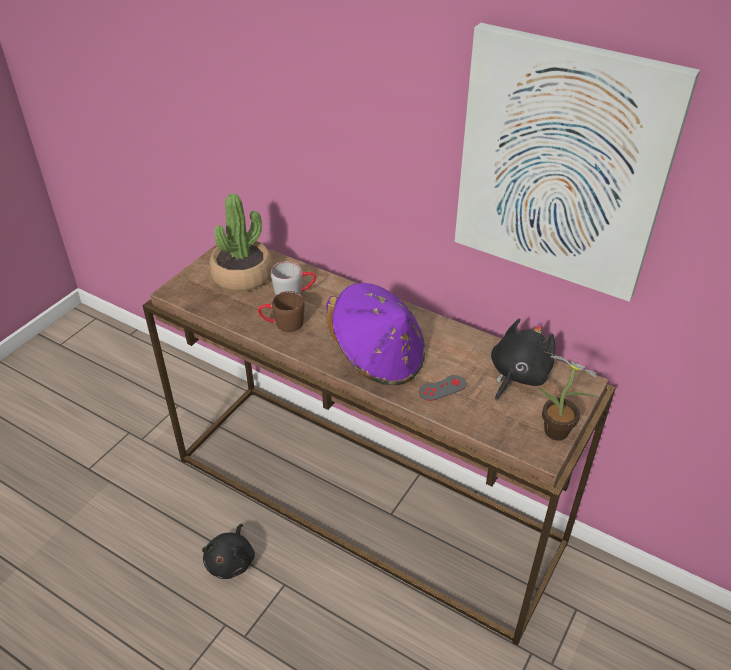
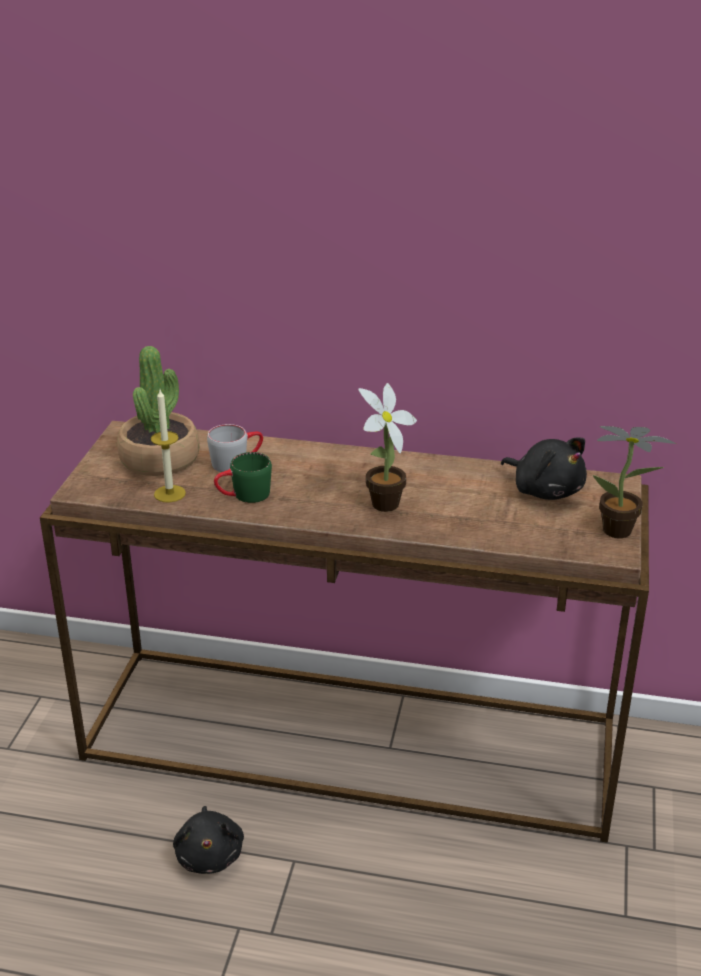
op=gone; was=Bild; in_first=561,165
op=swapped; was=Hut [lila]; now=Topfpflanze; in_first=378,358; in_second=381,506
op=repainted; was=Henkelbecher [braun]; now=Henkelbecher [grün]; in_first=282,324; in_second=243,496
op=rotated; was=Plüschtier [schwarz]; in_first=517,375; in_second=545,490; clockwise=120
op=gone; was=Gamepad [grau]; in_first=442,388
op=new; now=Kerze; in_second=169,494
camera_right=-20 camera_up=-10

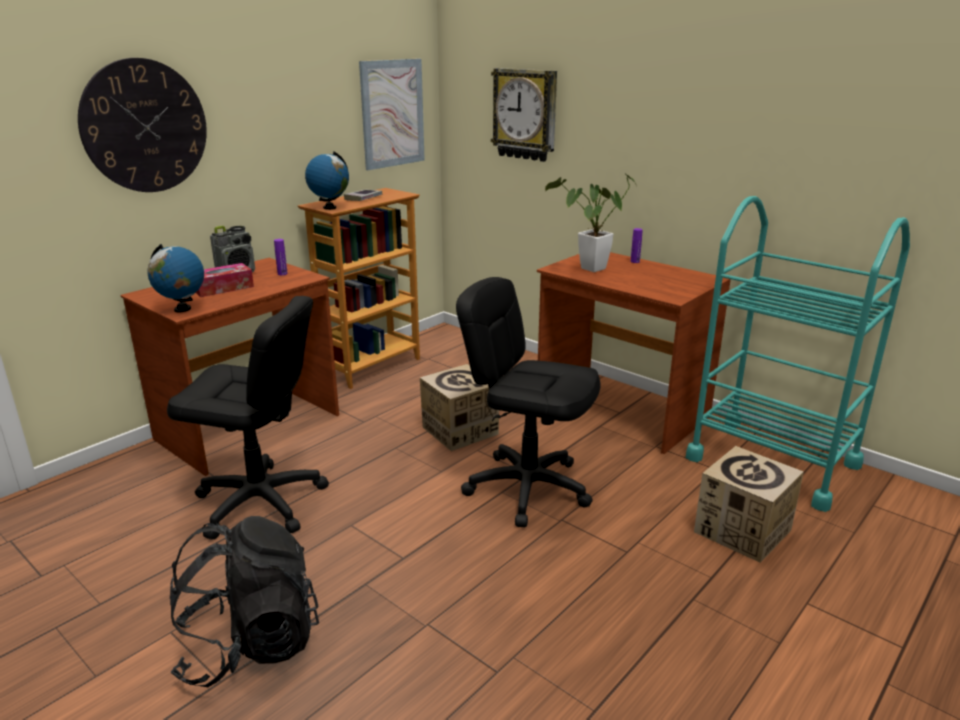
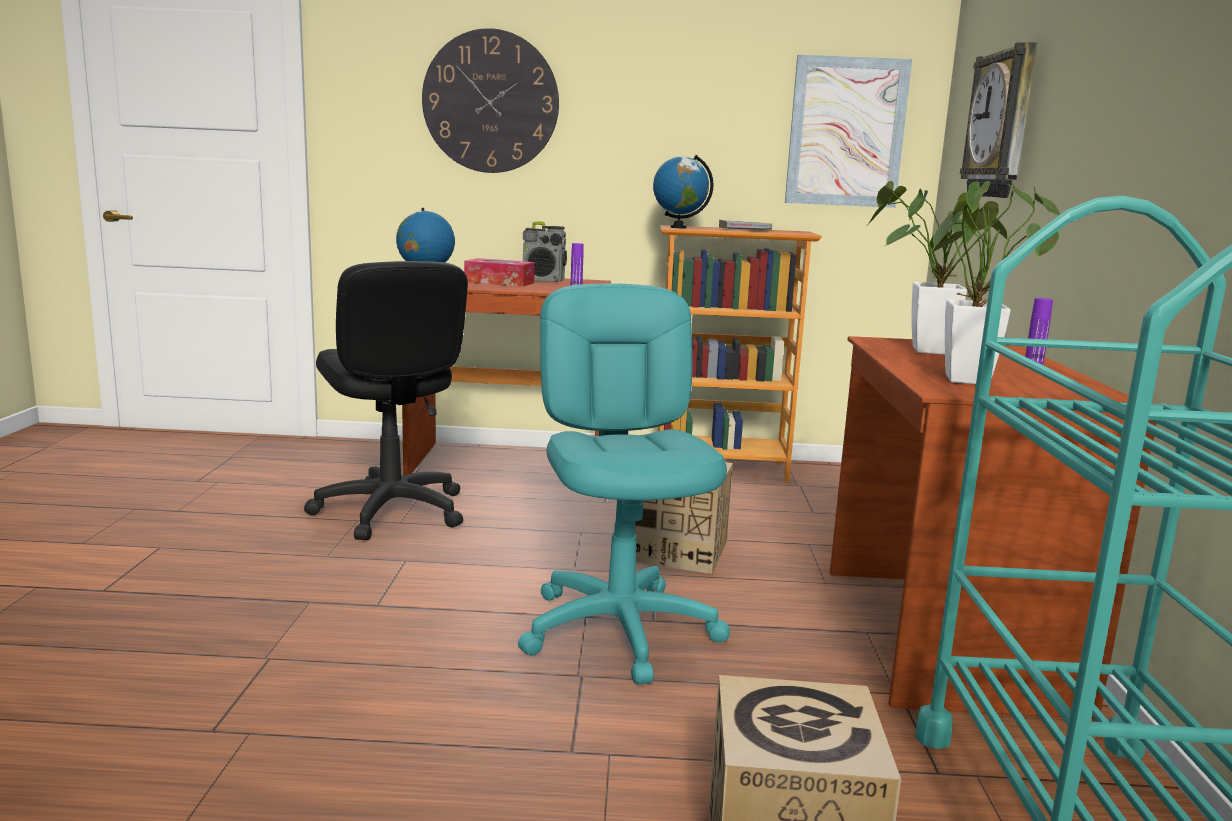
op=repainted; was=Bürostuhl [schwarz]; now=Bürostuhl [türkis]; in_first=527,488; in_second=620,630
op=gone; was=Rucksack [schwarz]; in_first=249,644
op=new; now=Topfpflanze; in_second=966,378
camera_right=50 camera_up=-10

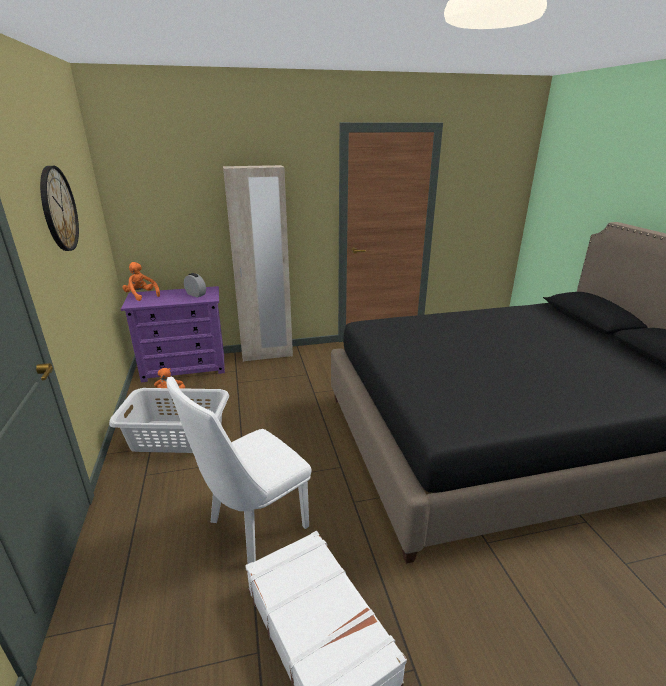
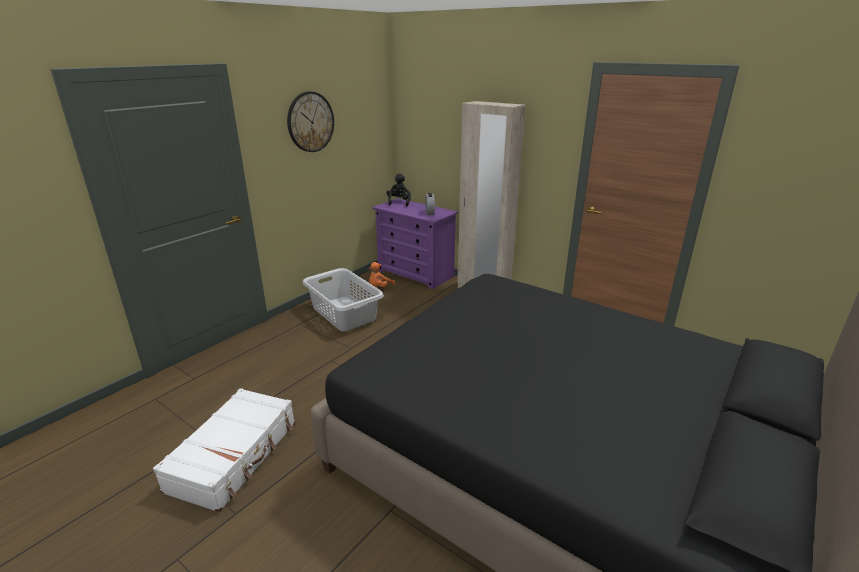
op=repainted; was=Plüschtier [orange]; now=Plüschtier [schwarz]; in_first=141,296; in_second=399,202
op=gone; was=Stuhl [weiß]; in_first=252,529
camera_right=50 camera_up=0

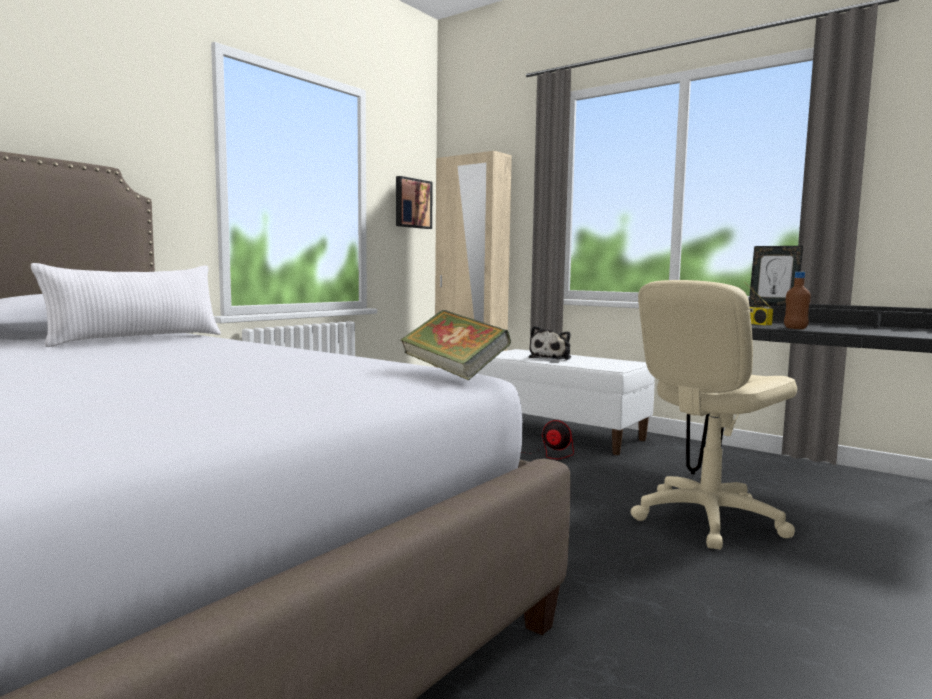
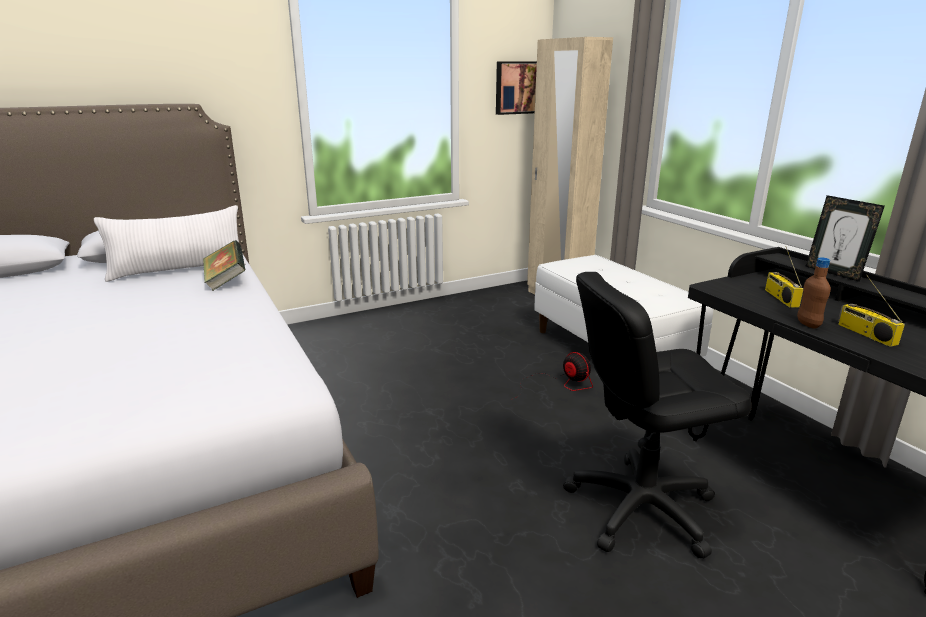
op=repainted; was=Bürostuhl [beige]; now=Bürostuhl [schwarz]; in_first=707,519; in_second=640,507
op=shifted; was=Buch; in_first=454,372; in_second=226,281
op=gone; was=Plüschtier; in_first=551,358
op=new; now=Radio; in_second=865,334
camera_right=25 camera_up=15

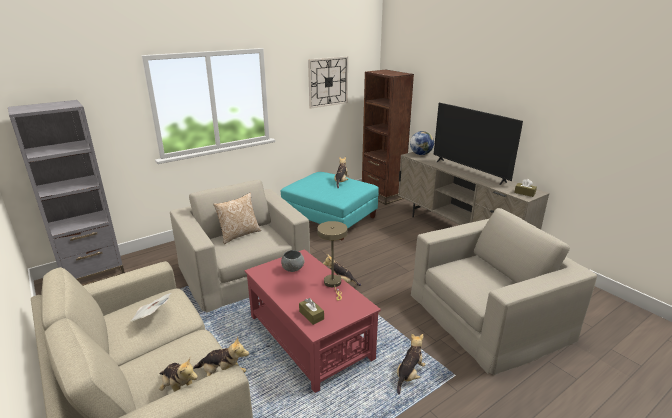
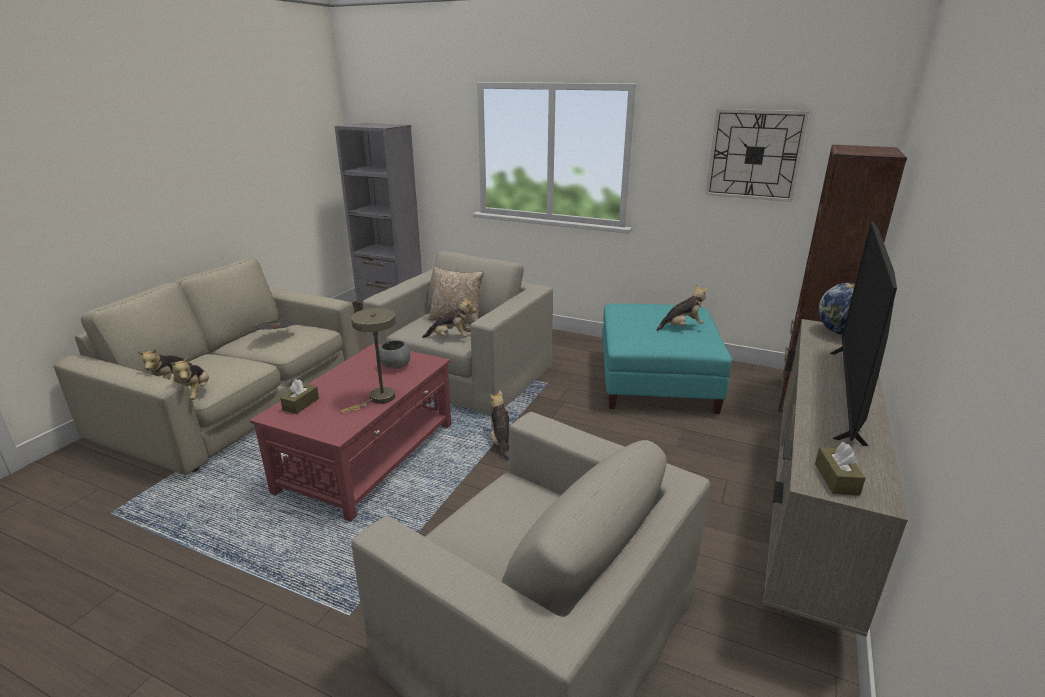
op=shifted; was=Plüschtier; in_first=409,375; in_second=451,338
camera_right=60 camera_up=0

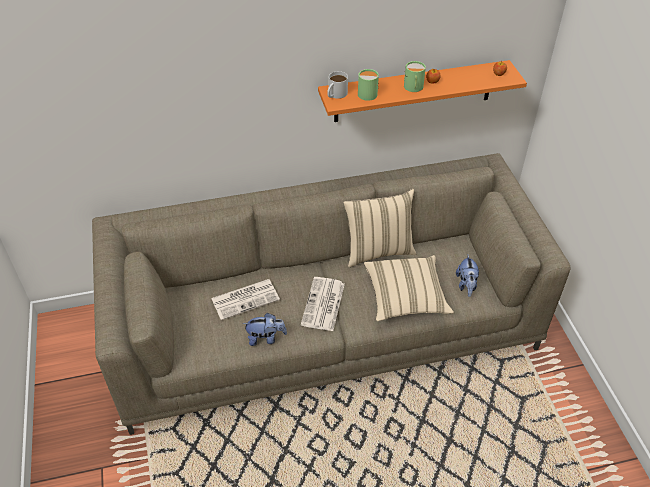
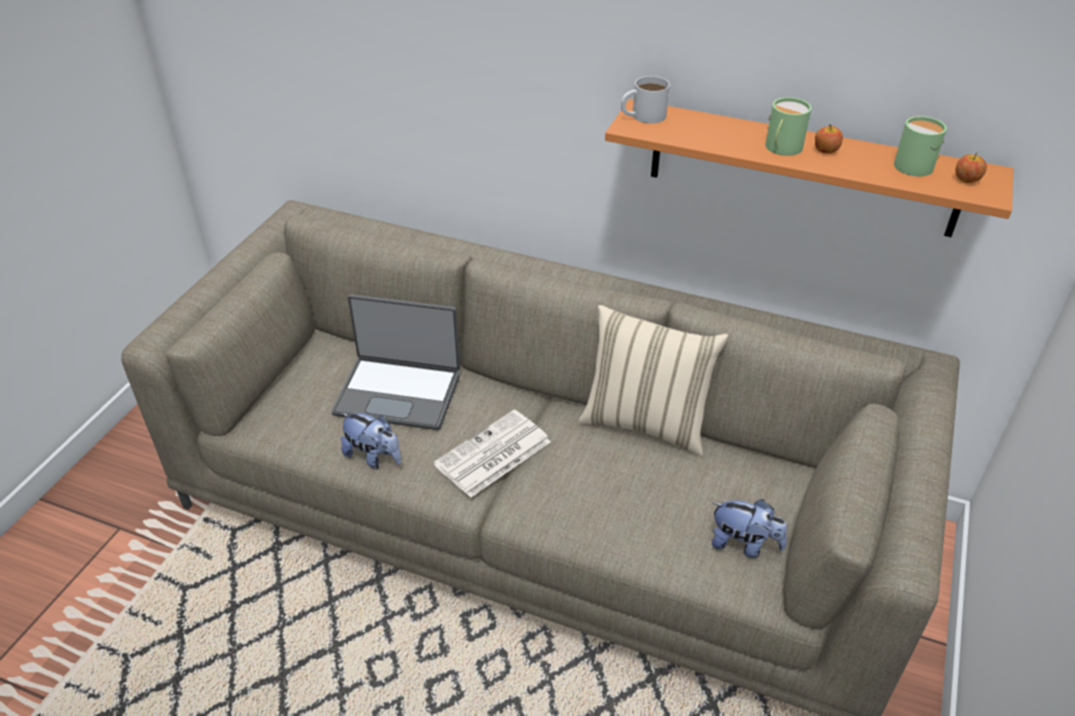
op=shifted; was=Henkelbecher [grün]; in_first=368,93; in_second=916,165
op=gone; was=Kissen [beige]; in_first=405,297
op=rotated; was=Plüschtier; in_first=466,285; in_second=744,544; clockwise=-105
op=swapped; was=Zeitung; now=Laptop; in_first=246,299; in_second=399,393
camera_right=35 camera_up=-5

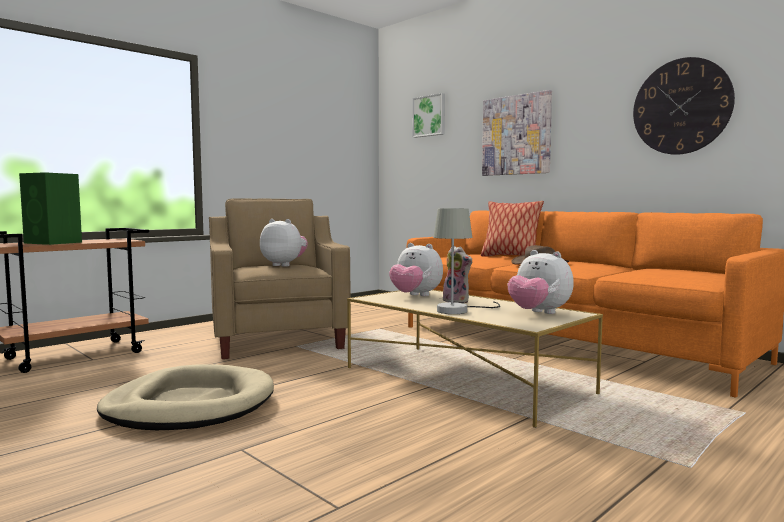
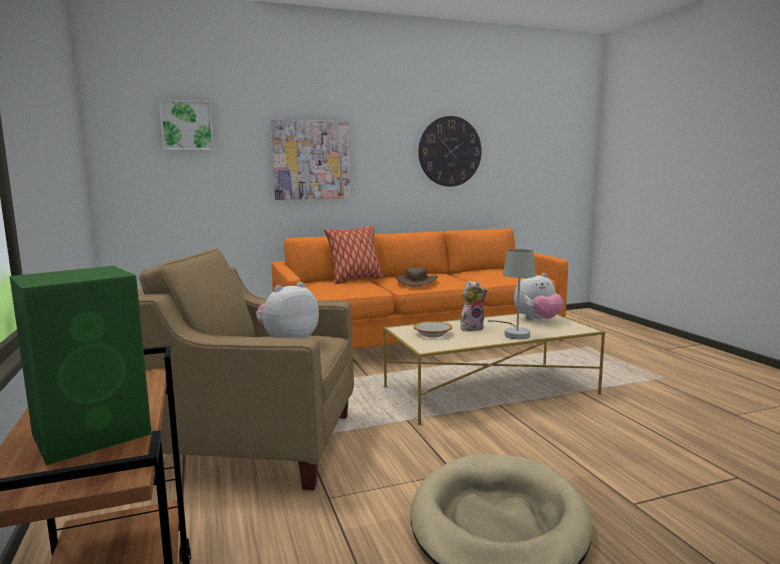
op=swapped; was=Plüschtier; now=Schüssel; in_first=415,296; in_second=432,334
camera_right=-65 camera_up=5

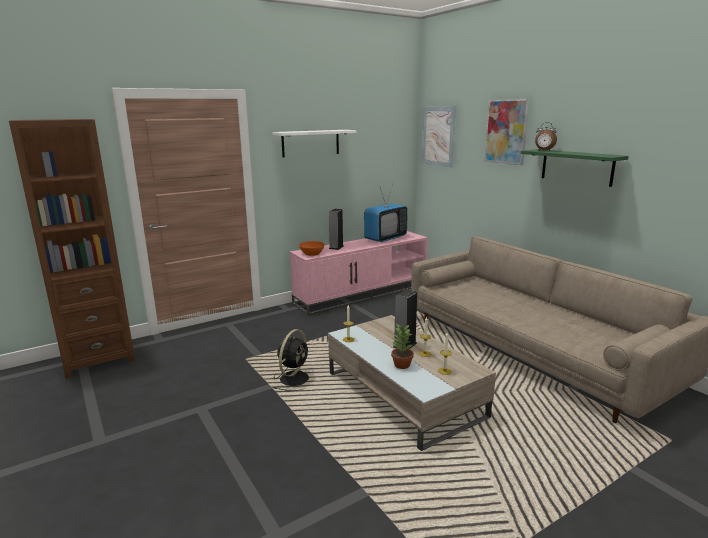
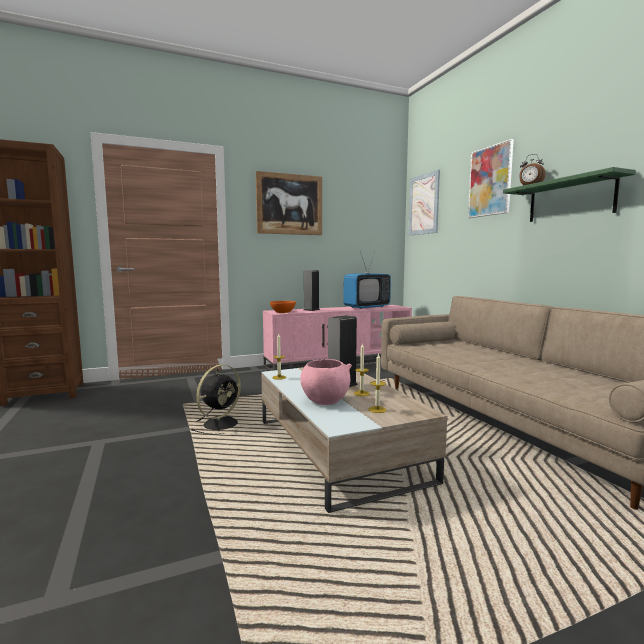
op=swapped; was=Wandregal [weiß]; now=Bild; in_first=310,143; in_second=289,204
op=swapped; was=Topfpflanze; now=Schüssel [rosa]; in_first=401,365; in_second=325,400
camera_right=10 camera_up=-10

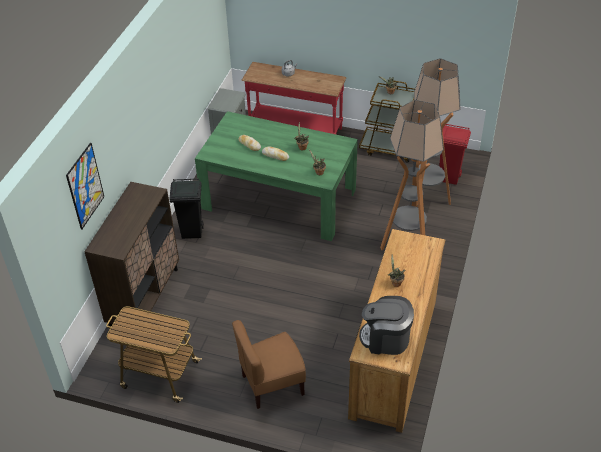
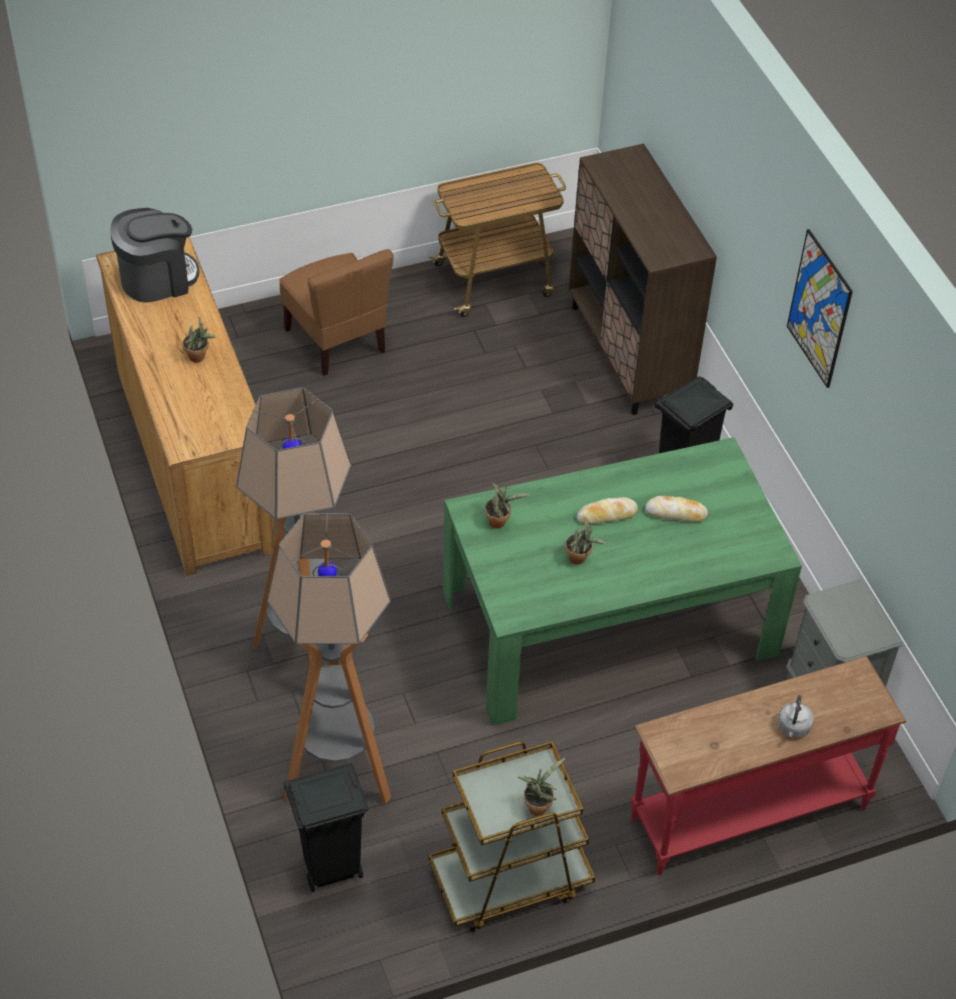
op=repainted; was=Mülleimer [rot]; now=Mülleimer [schwarz]; in_first=449,178; in_second=330,868
op=shifted; was=Bild; in_first=85,186; in_second=819,309
op=rotated; was=Stuhl [braun]; in_first=272,384; in_second=337,340; clockwise=120
camera_right=140 camera_up=5

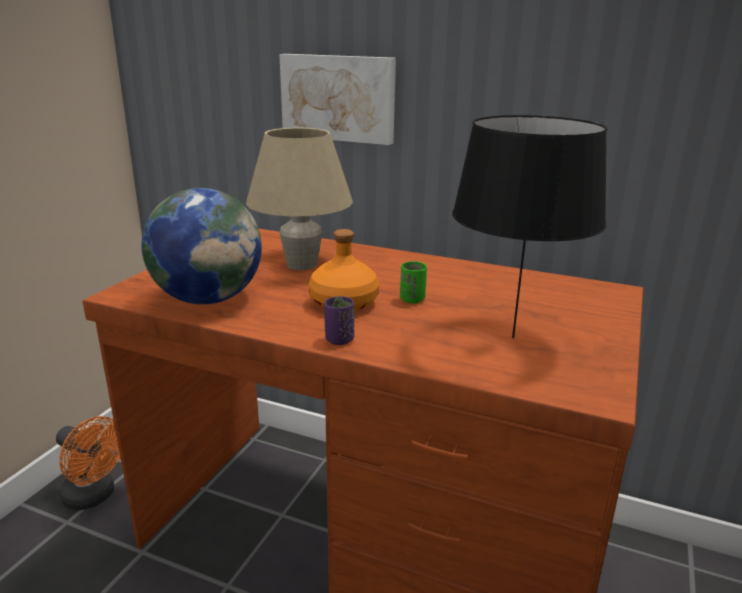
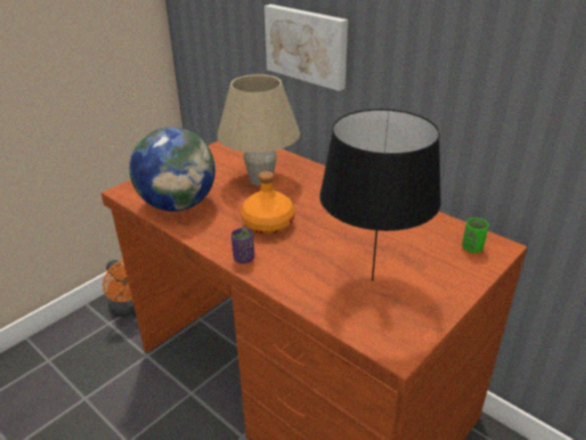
op=shifted; was=Tasse [grün]; in_first=412,299; in_second=472,248
camera_right=20 camera_up=10

